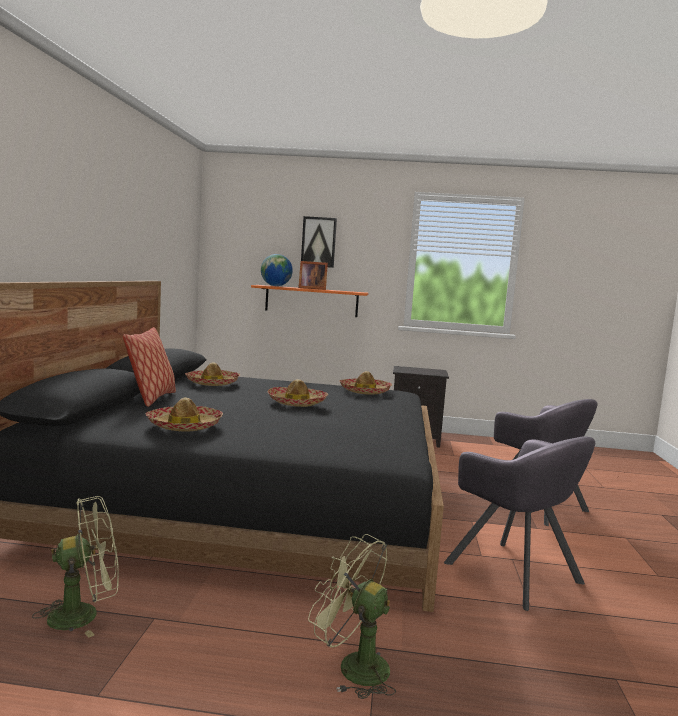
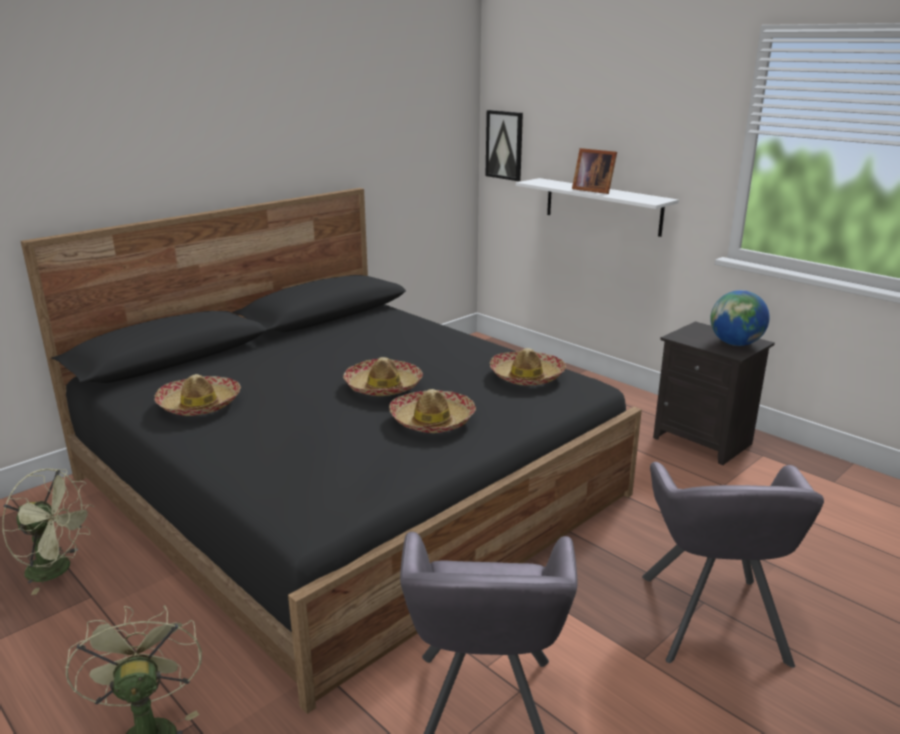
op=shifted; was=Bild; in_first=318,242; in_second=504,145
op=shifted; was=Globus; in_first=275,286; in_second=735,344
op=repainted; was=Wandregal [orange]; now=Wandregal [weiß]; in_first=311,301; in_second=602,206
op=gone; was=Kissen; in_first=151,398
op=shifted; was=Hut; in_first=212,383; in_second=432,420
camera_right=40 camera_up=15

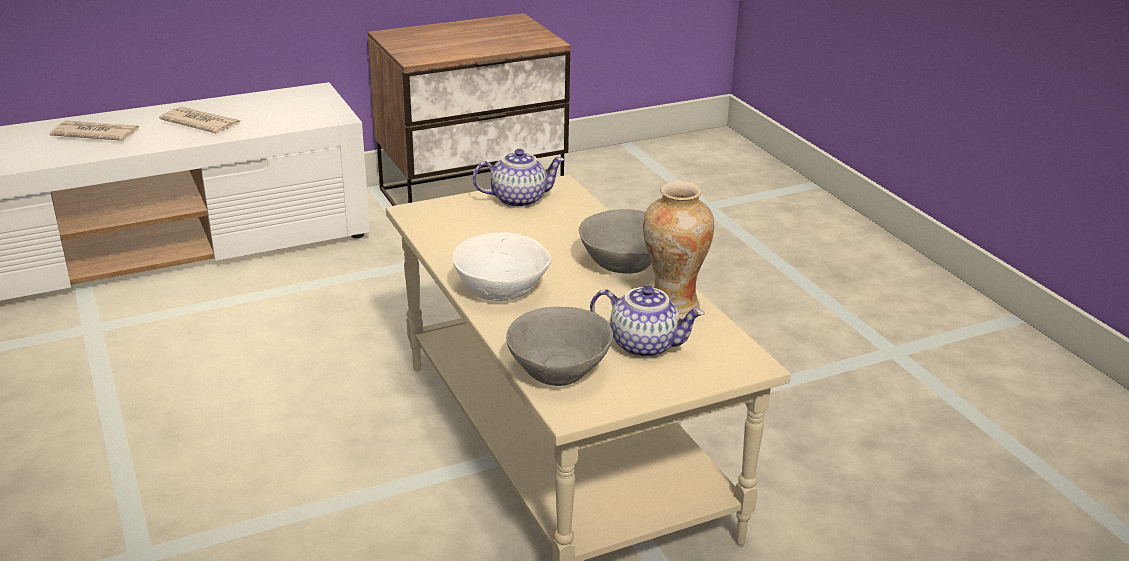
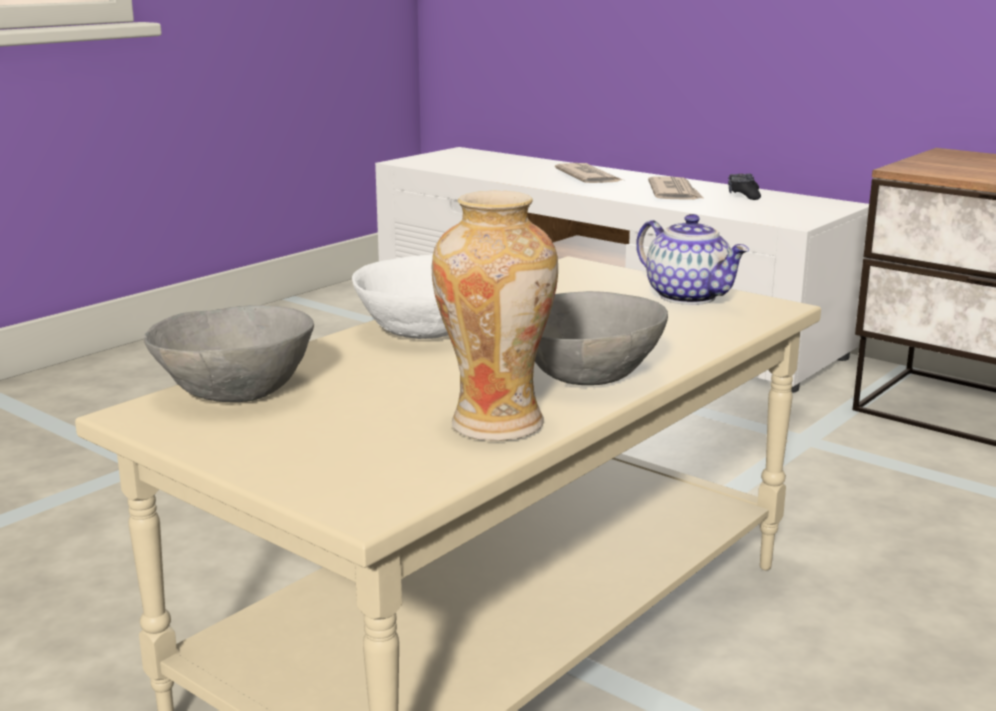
op=gone; was=Teekanne; in_first=645,345
op=new; now=Gamepad [schwarz]; in_second=743,195
camera_right=65 camera_up=-10

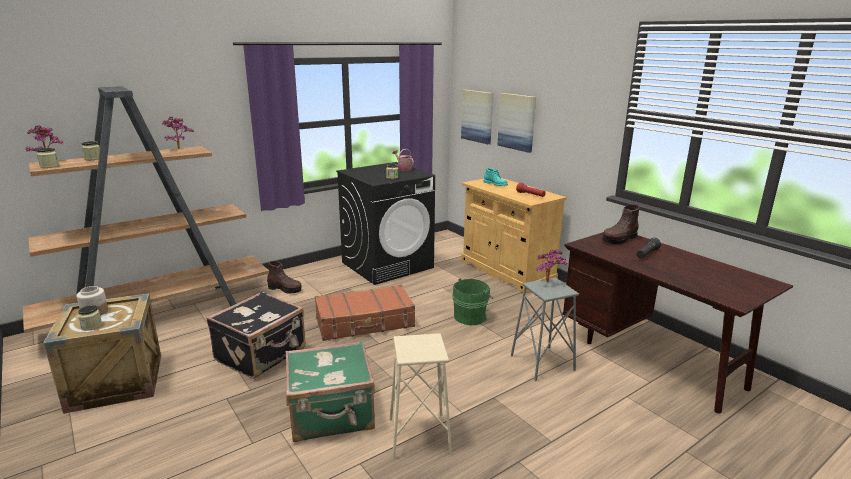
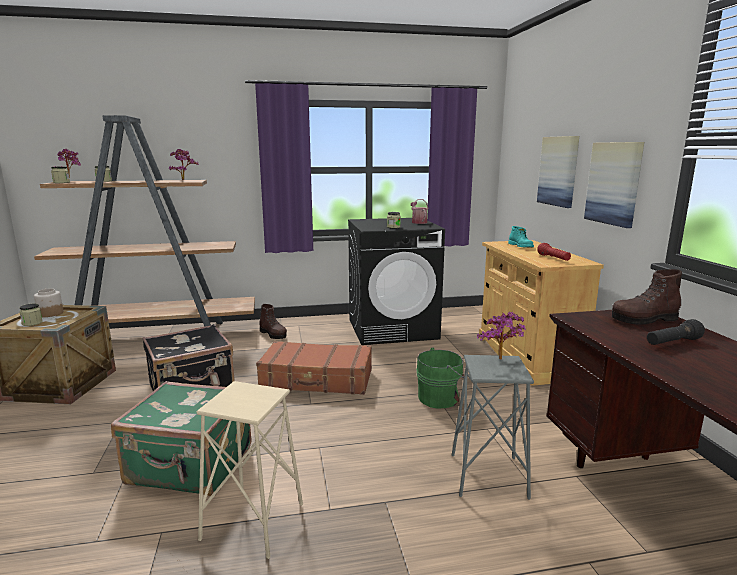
op=shifted; was=Bild; in_first=477,116; in_second=614,183
camera_right=25 camera_up=-5

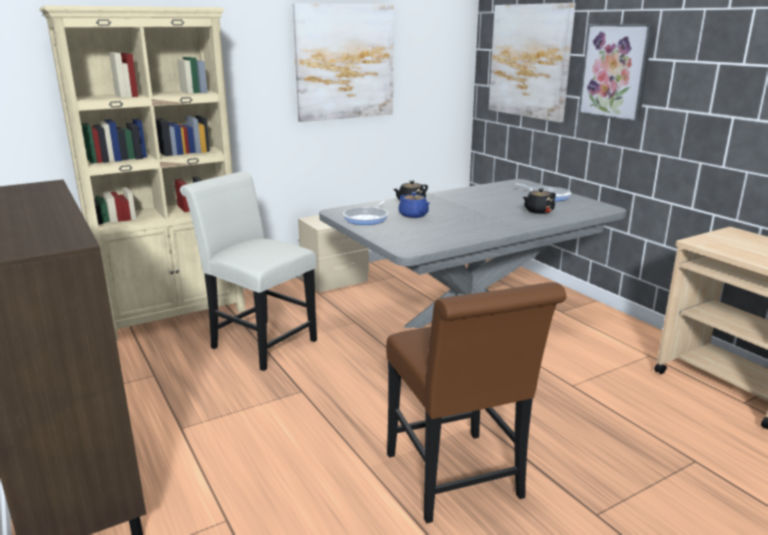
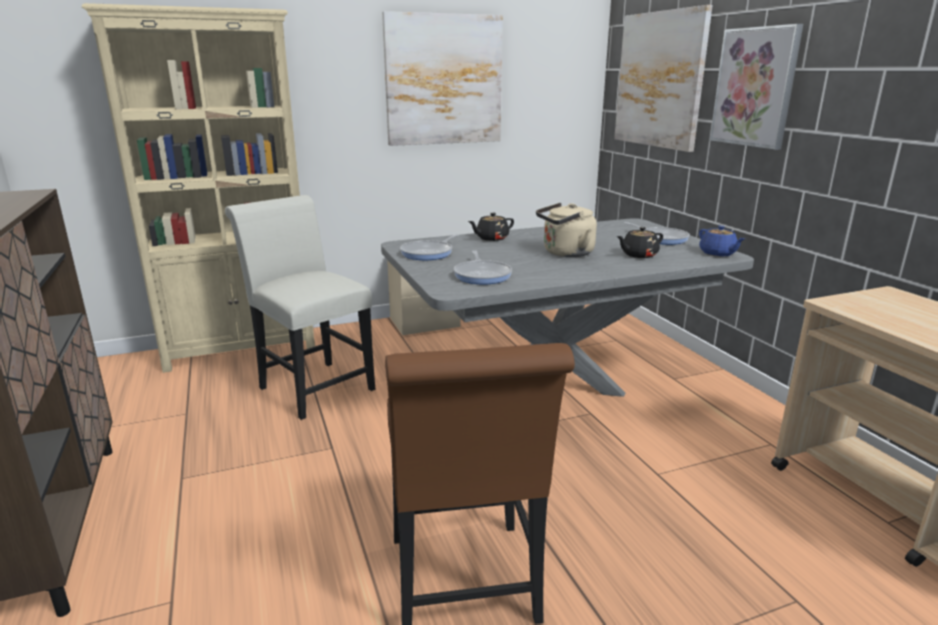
op=shifted; was=Teekanne [blau]; in_first=414,215; in_second=718,253
op=new; now=Wasserkessel [beige]; in_second=565,253
op=new; now=Pfanne; in_second=482,275
camera_right=10 camera_up=0

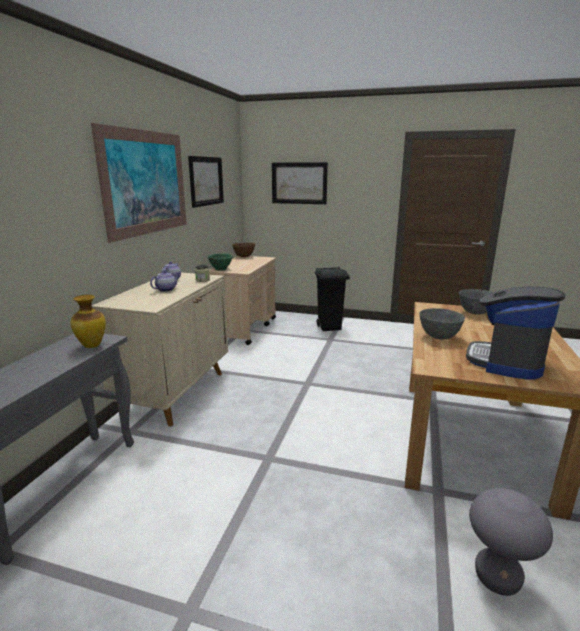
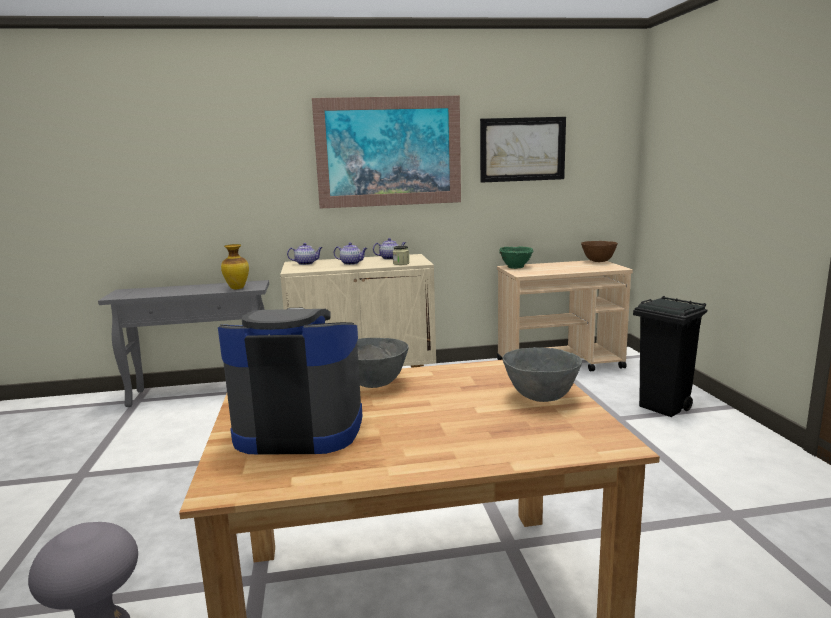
op=gone; was=Bild; in_first=299,183
op=new; now=Teekanne; in_second=306,263
camera_right=65 camera_up=-5

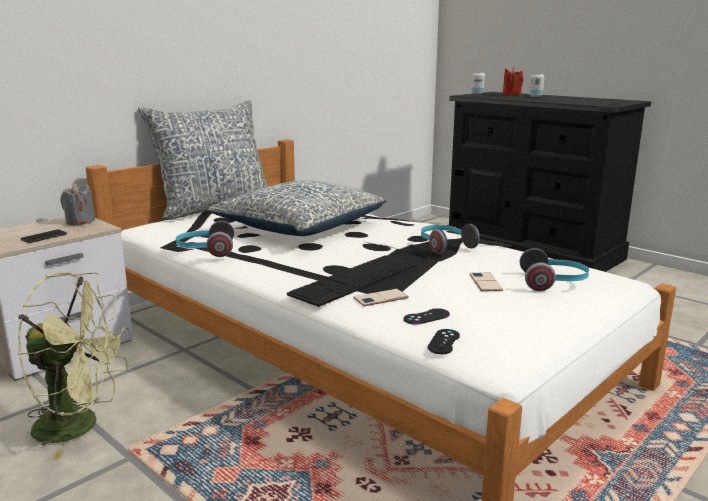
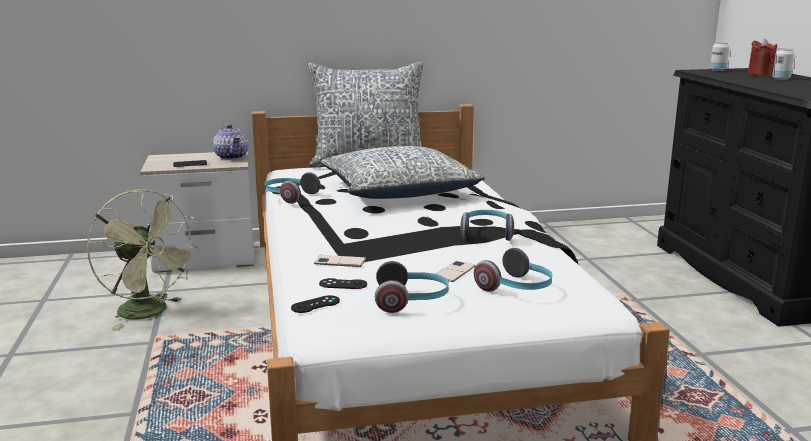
op=swapped; was=Kerze [grau]; now=Teekanne; in_first=80,222; in_second=232,157
op=gone; was=Tastatur; in_first=355,279
op=new; now=Kopfhörer; in_second=412,301
camera_right=35 camera_up=0

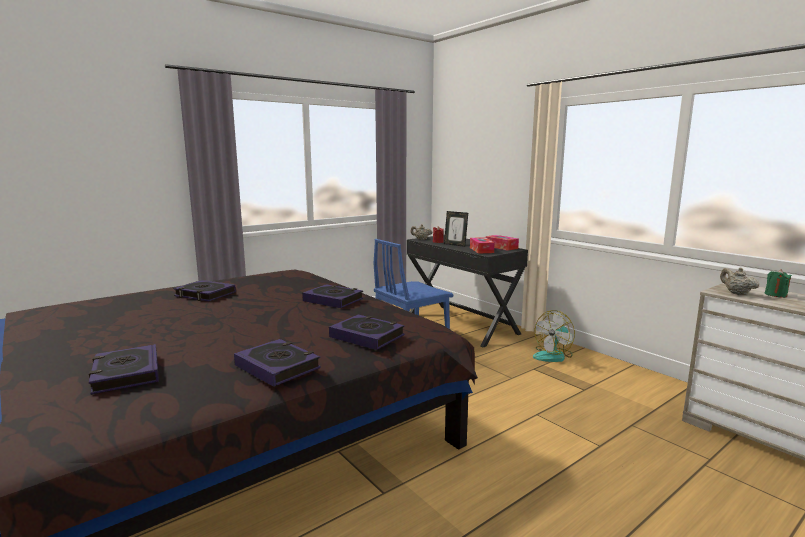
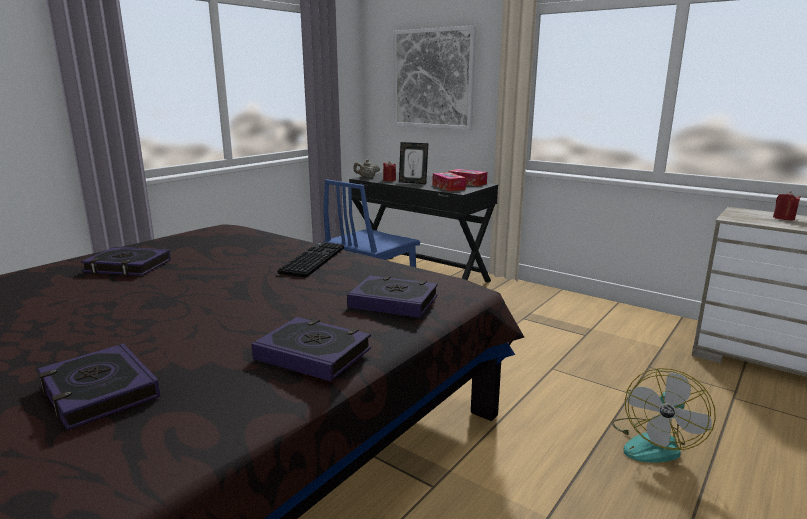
op=gone; was=Teekanne [beige]; in_first=736,293
op=repainted; was=Kerze [grün]; now=Kerze [rot]; in_first=775,295; in_second=783,218
op=swapped; was=Buch; now=Tastatur; in_first=333,300; in_second=312,260
op=shifted; was=Ventilator; in_first=553,355; in_second=654,443
op=new; now=Bild; in_second=433,79
camera_right=-15 camera_up=5

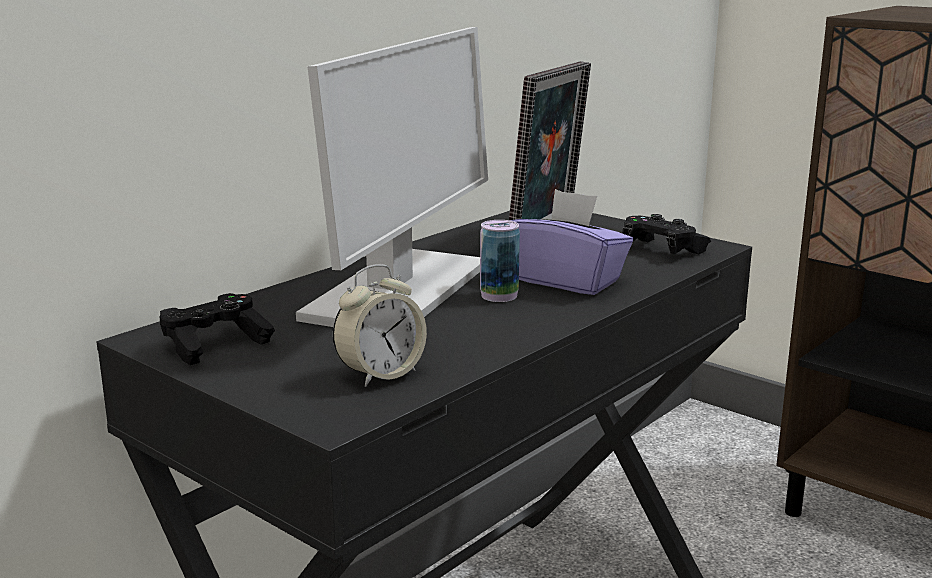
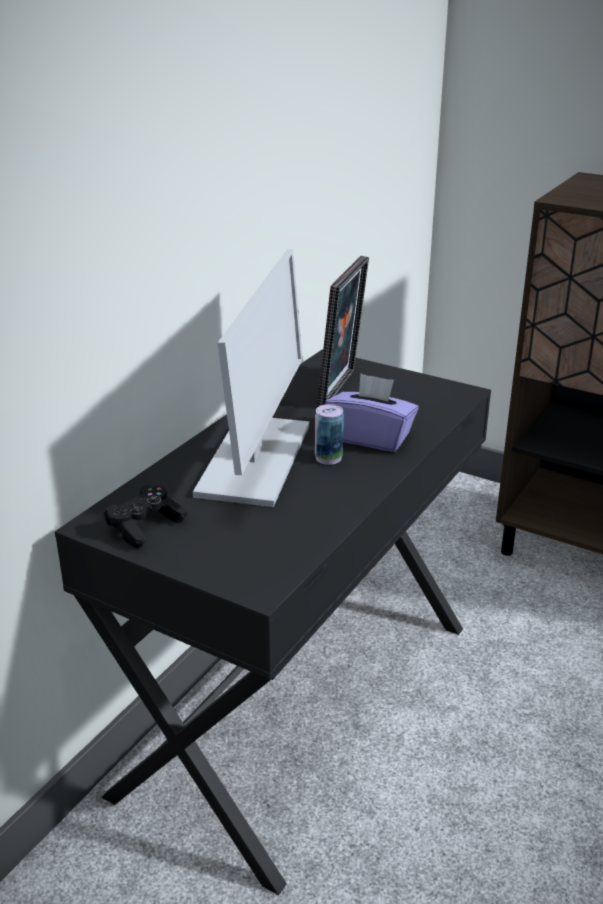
op=gone; was=Gamepad [schwarz]; in_first=663,250
op=gone; was=Wecker; in_first=380,374
camera_right=-10 camera_up=10

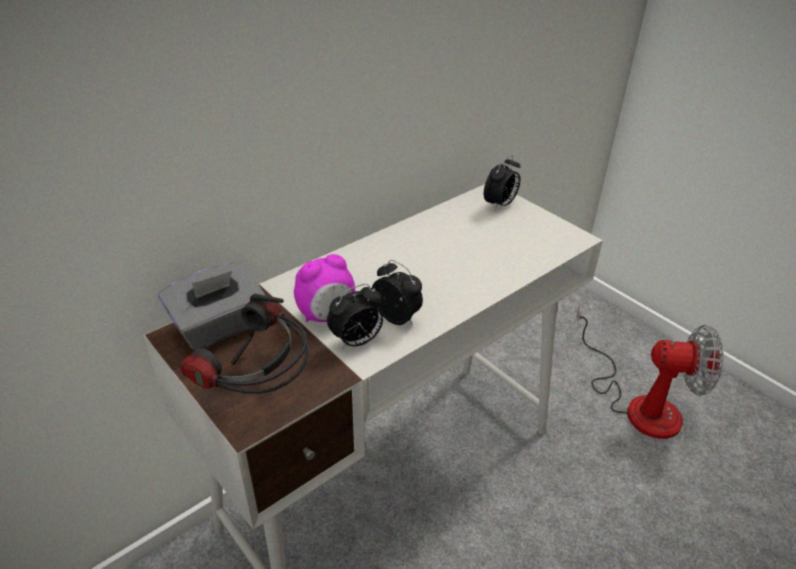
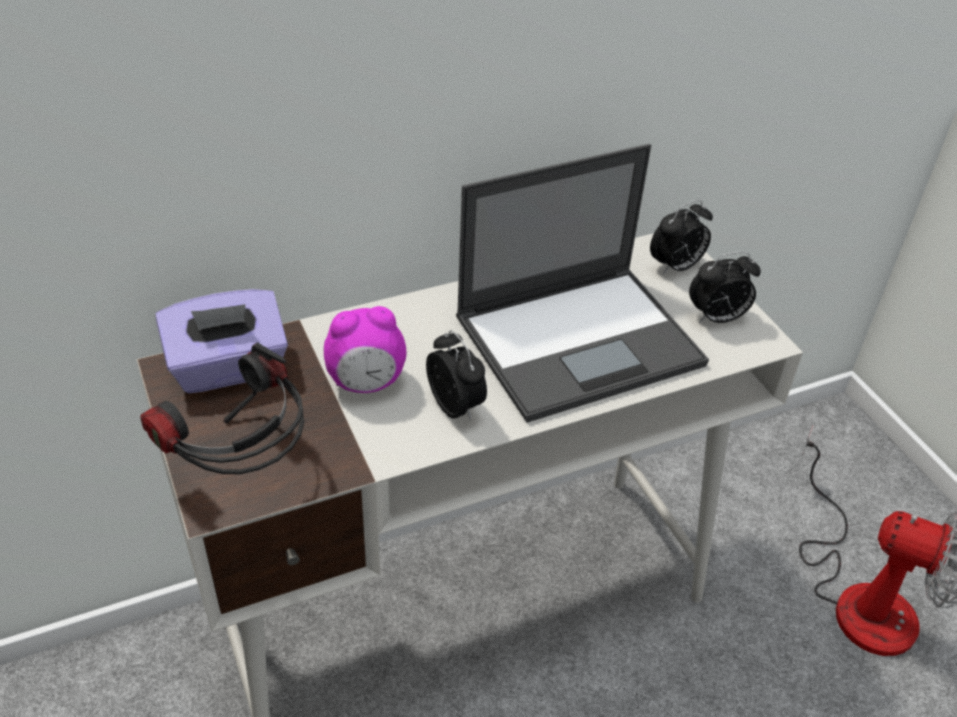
op=repainted; was=Taschentuchbox [grau]; now=Taschentuchbox [lila]; in_first=219,327; in_second=228,368
op=shifted; was=Wecker; in_first=356,341; in_second=716,318
op=new; now=Laptop; in_second=581,340
camera_right=15 camera_up=5

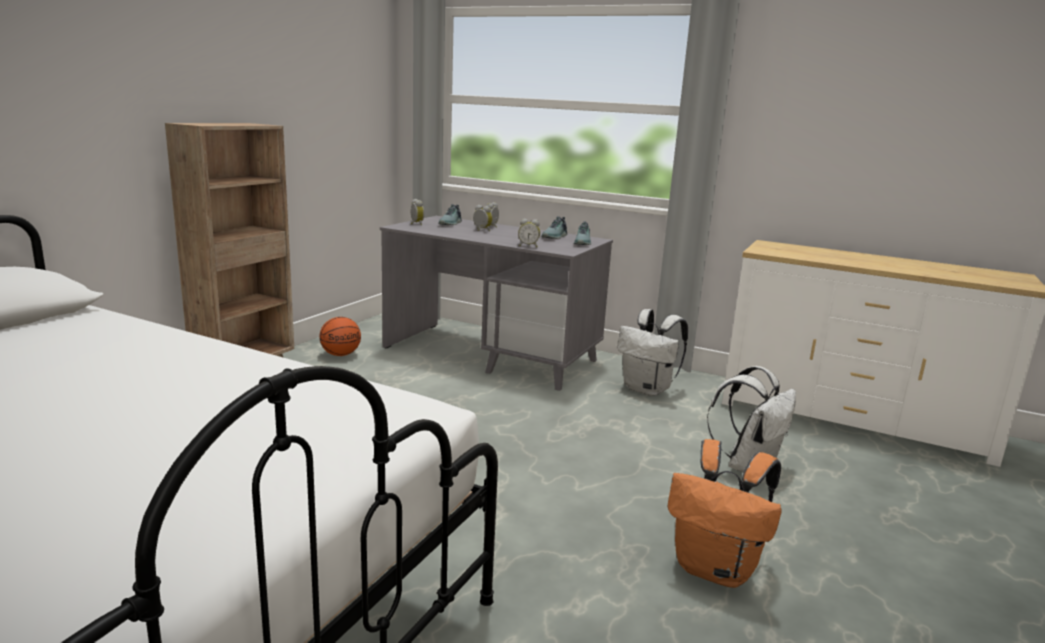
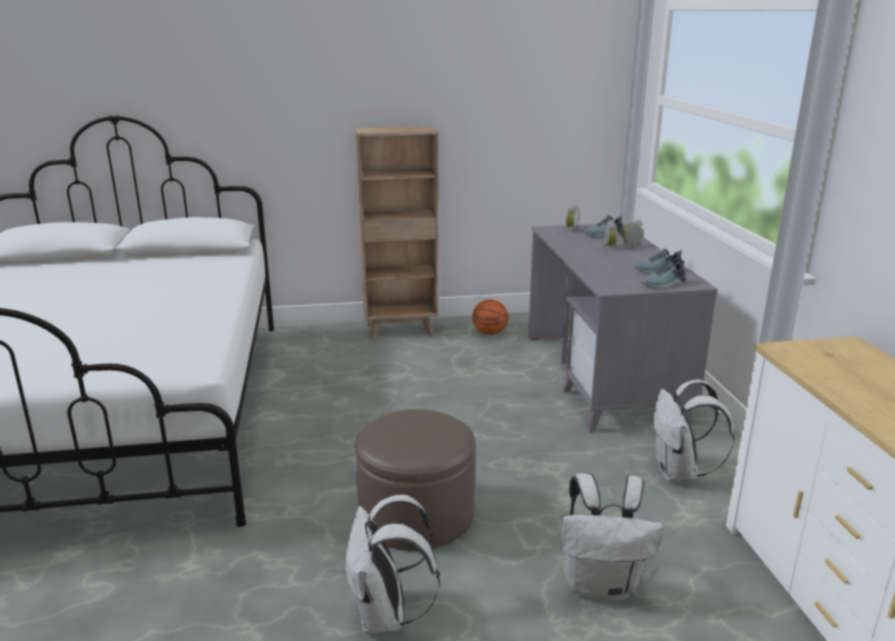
op=gone; was=Wecker; in_first=528,246
op=repainted; was=Rucksack [orange]; now=Rucksack [weiß]; in_first=716,569; in_second=386,616
op=new; now=Polsterhocker [braun]; in_second=416,514
camera_right=55 camera_up=5

